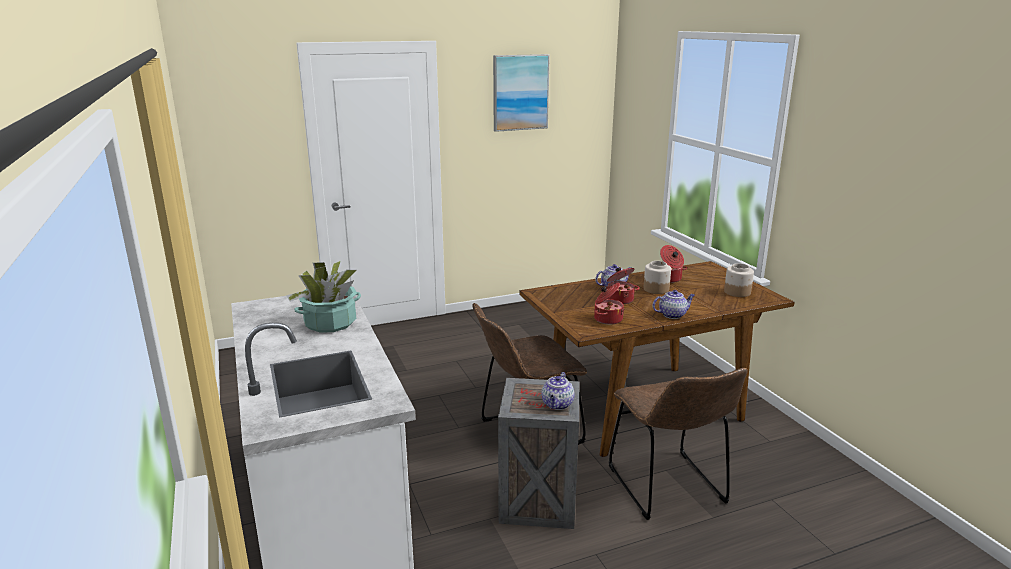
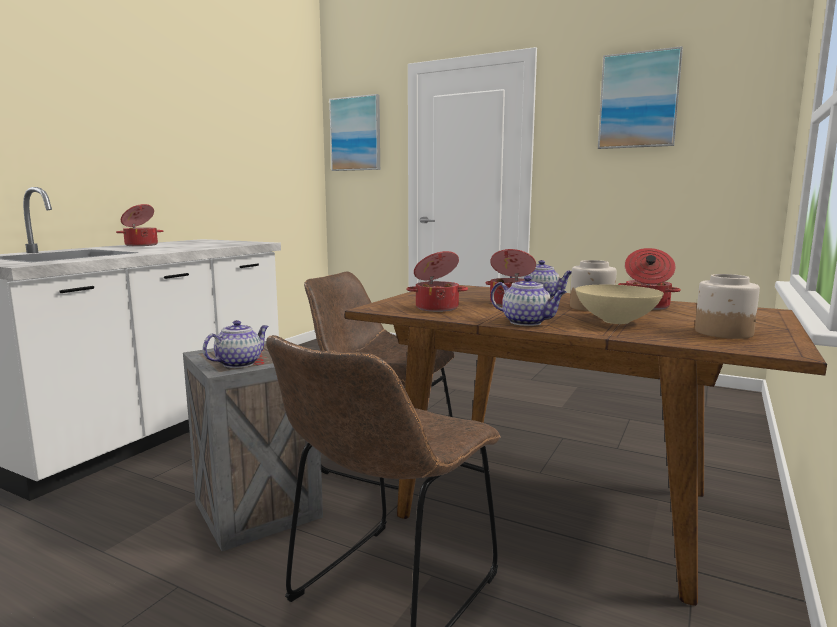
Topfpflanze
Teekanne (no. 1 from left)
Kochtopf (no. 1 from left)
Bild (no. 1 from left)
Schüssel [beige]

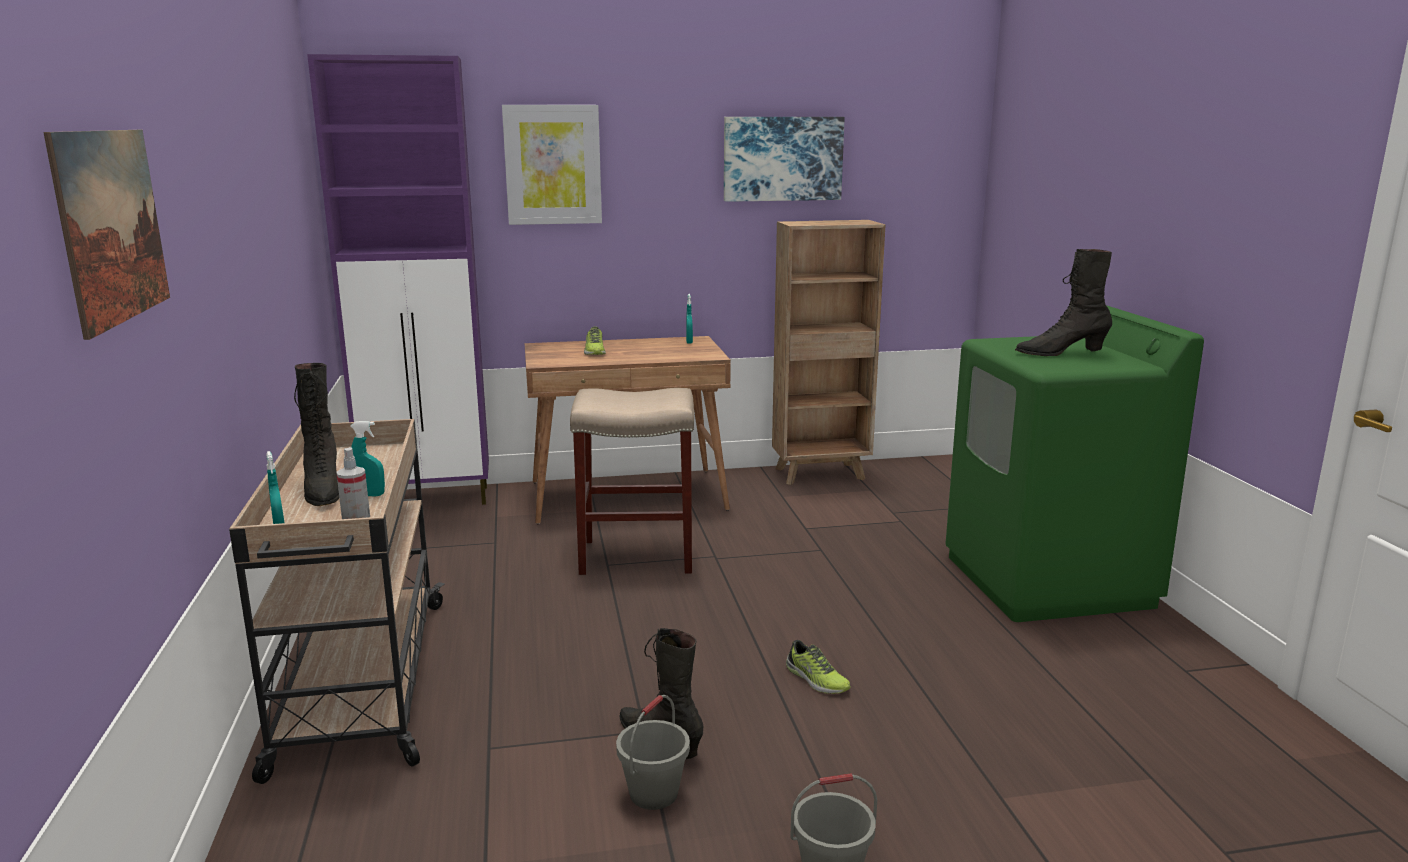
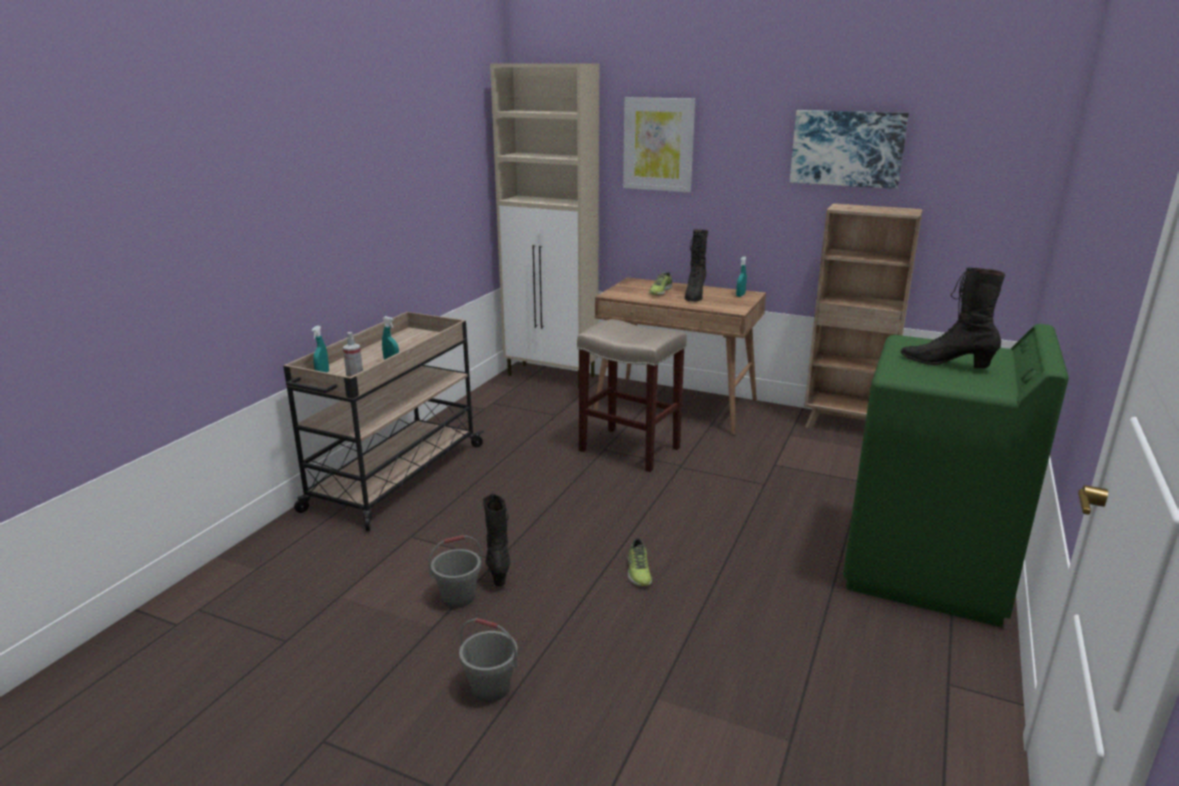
Bild (no. 1 from left in the first image)
Stiefel [schwarz] (no. 2 from left)
Schrank [beige]

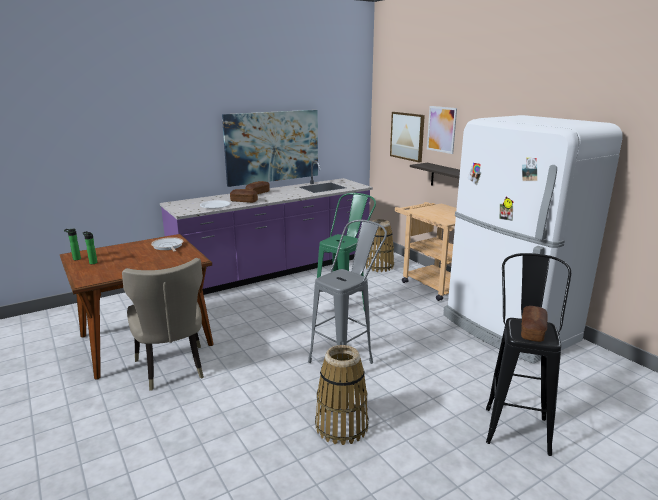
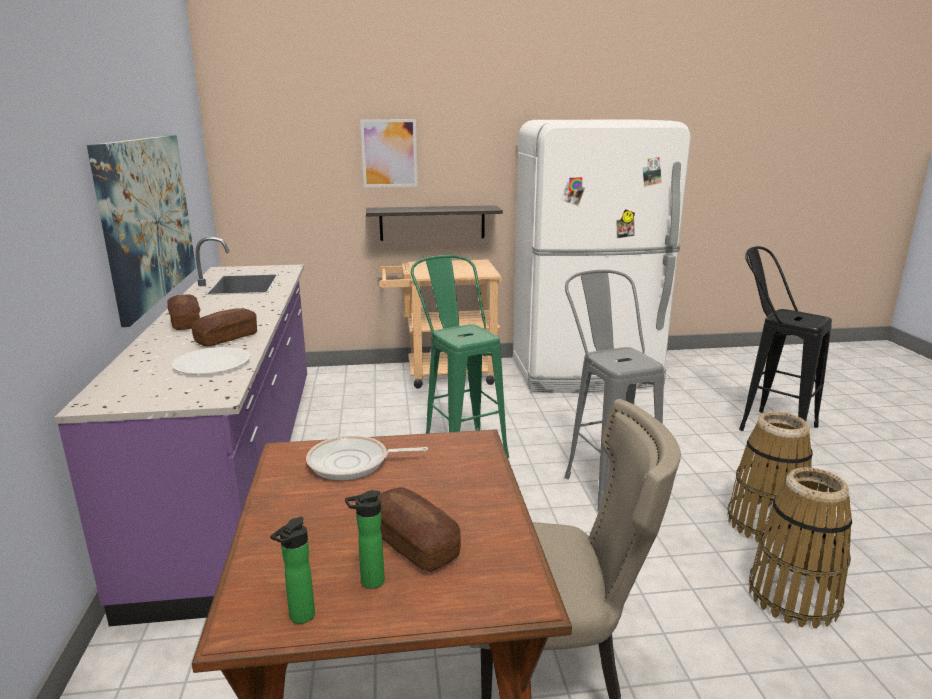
Korb (no. 2 from left)
Bild (no. 2 from left in the first image)
Brot (no. 3 from left)

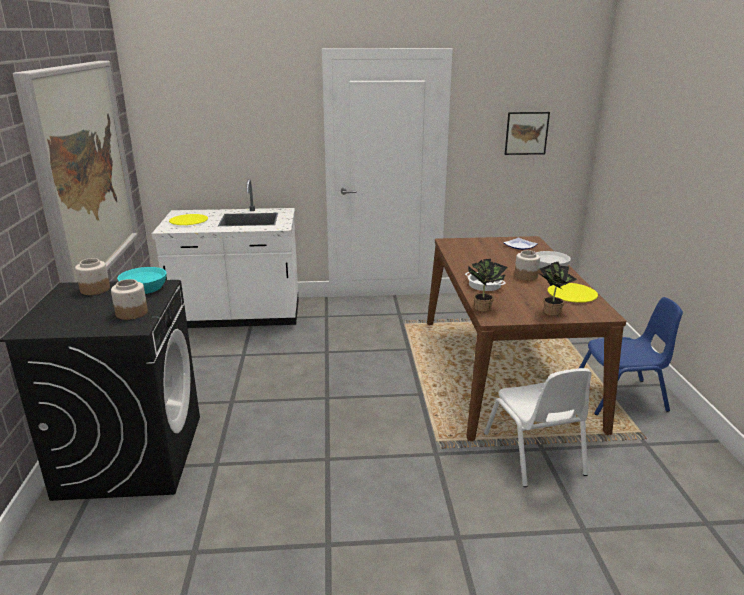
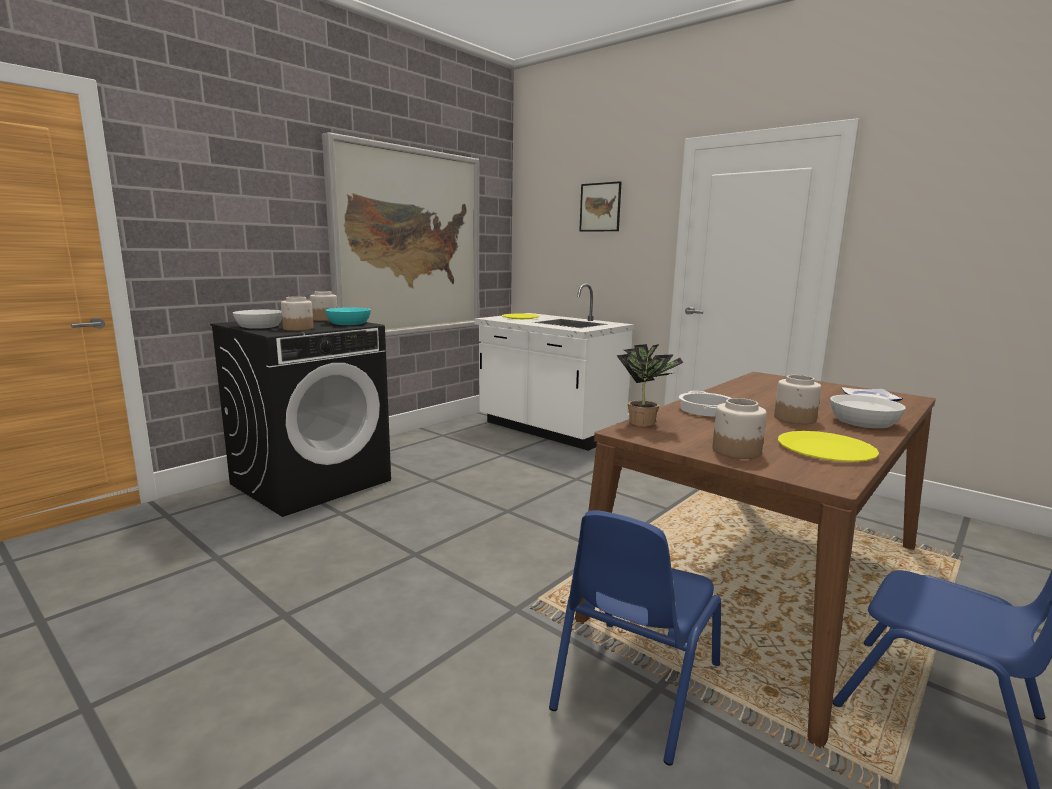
Stuhl [blau] (no. 1 from left)
Bild (no. 2 from left)
Vorratsglas (no. 3 from left)
Schüssel [weiß] (no. 1 from left)

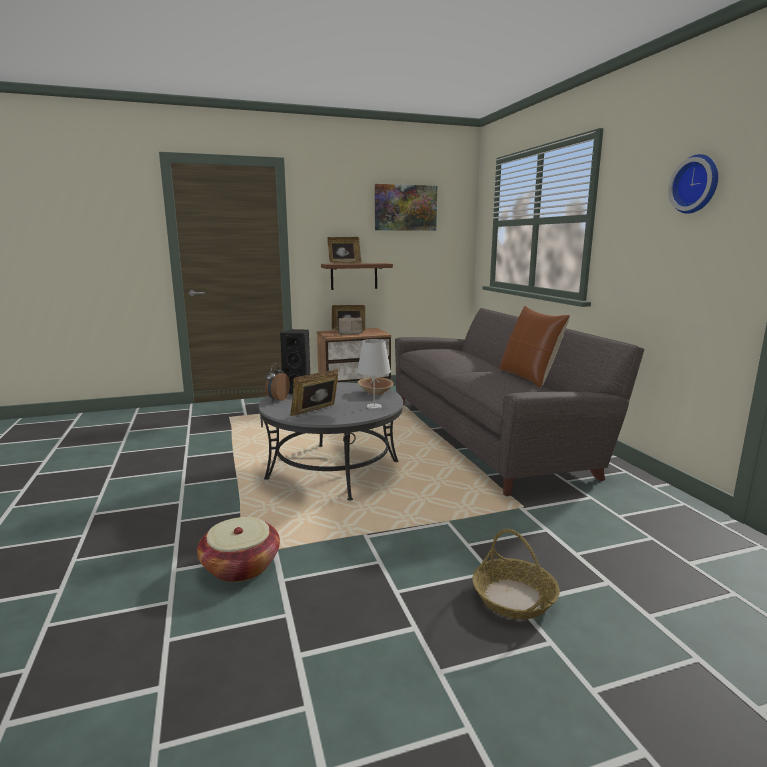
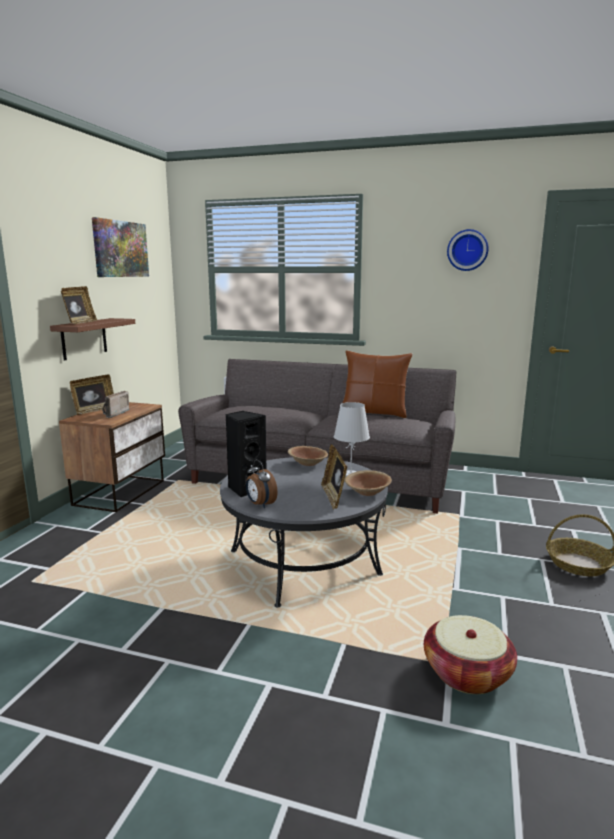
Schüssel [braun] (no. 2 from left)

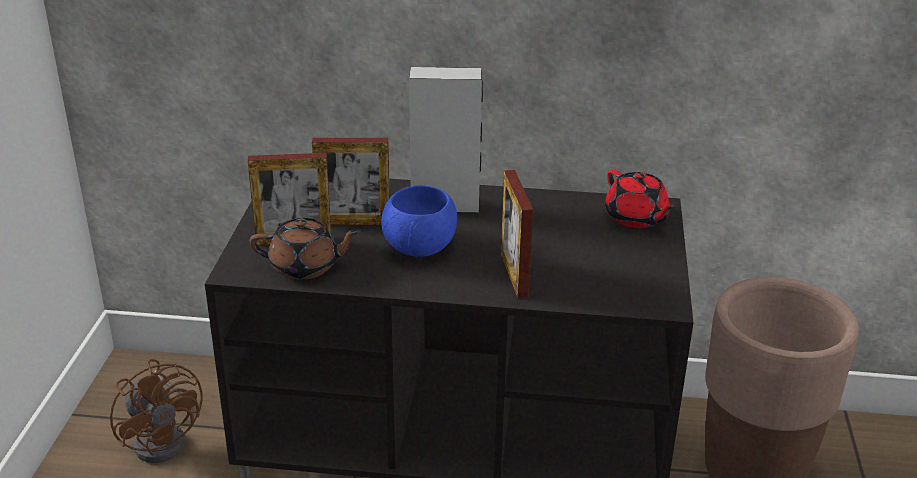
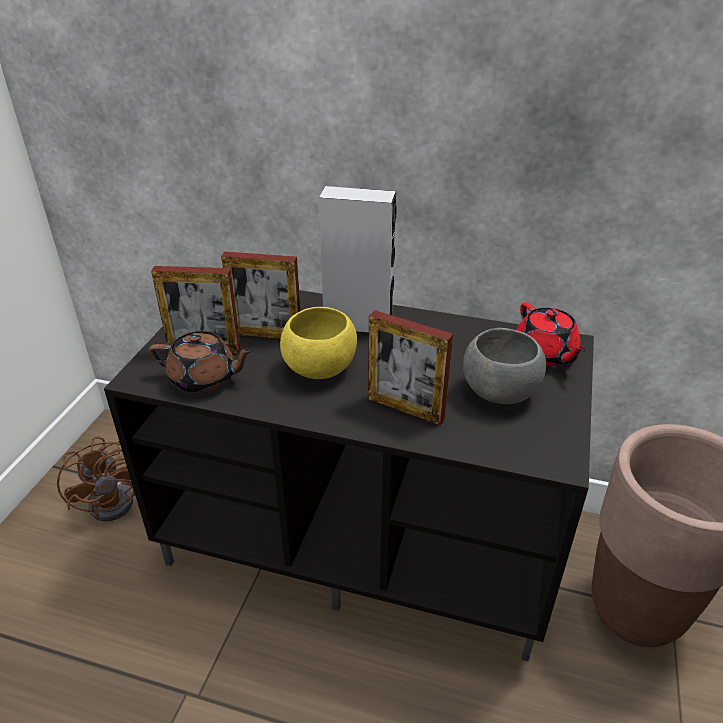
Schüssel [gelb]
Bilderrahmen (no. 3 from left)
Schüssel [grau]

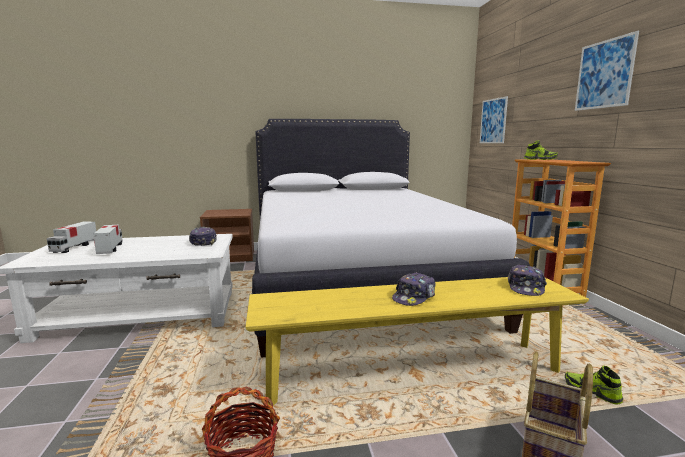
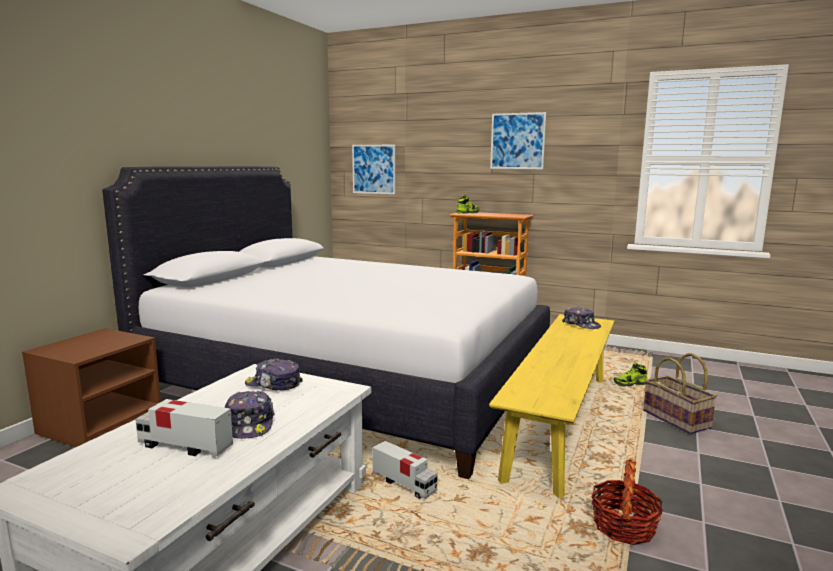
Spielzeuglaster (no. 2 from left)
Kappe (no. 1 from left)

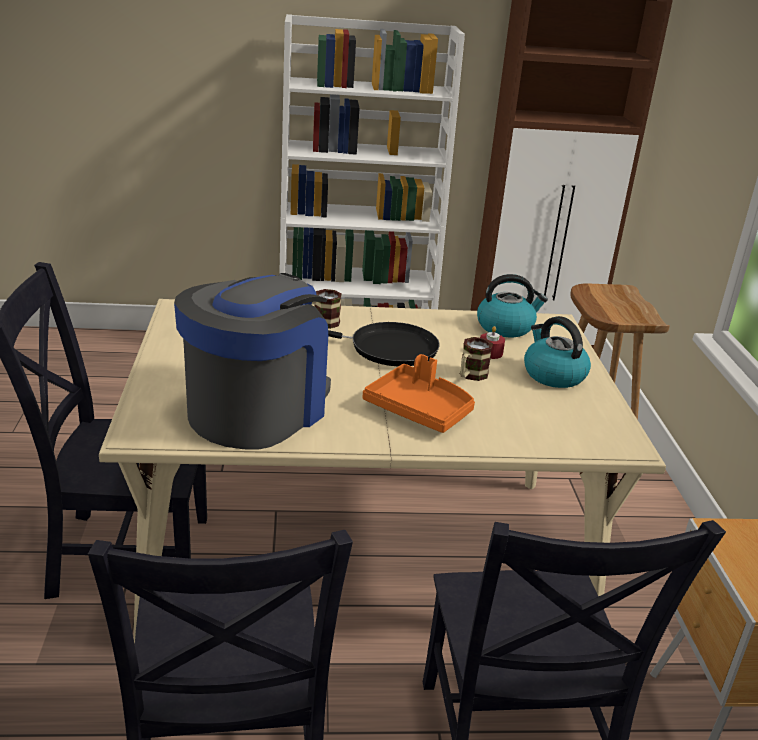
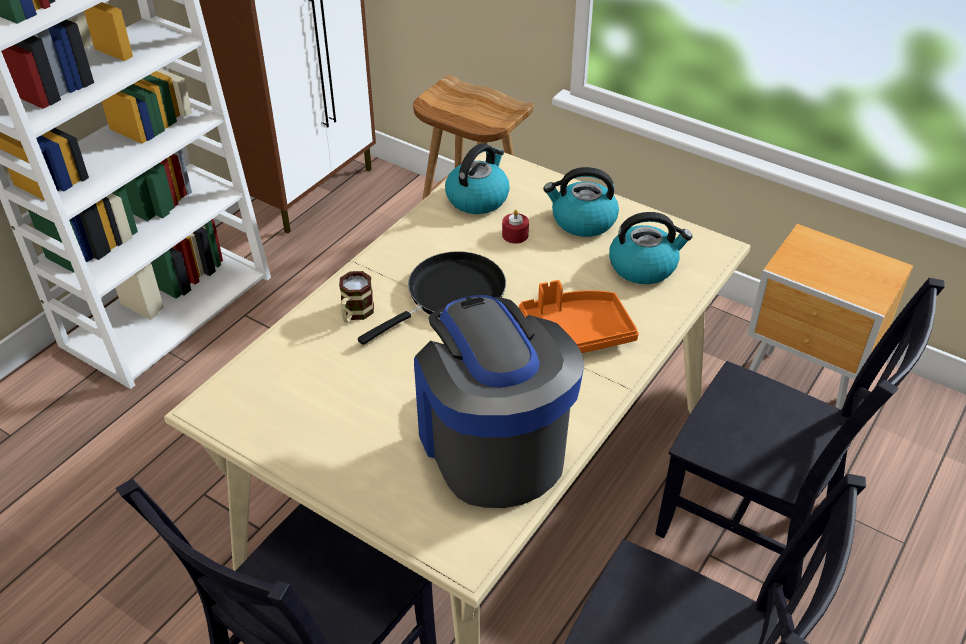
Henkelbecher (no. 2 from left in the first image)
Wasserkessel (no. 3 from left)

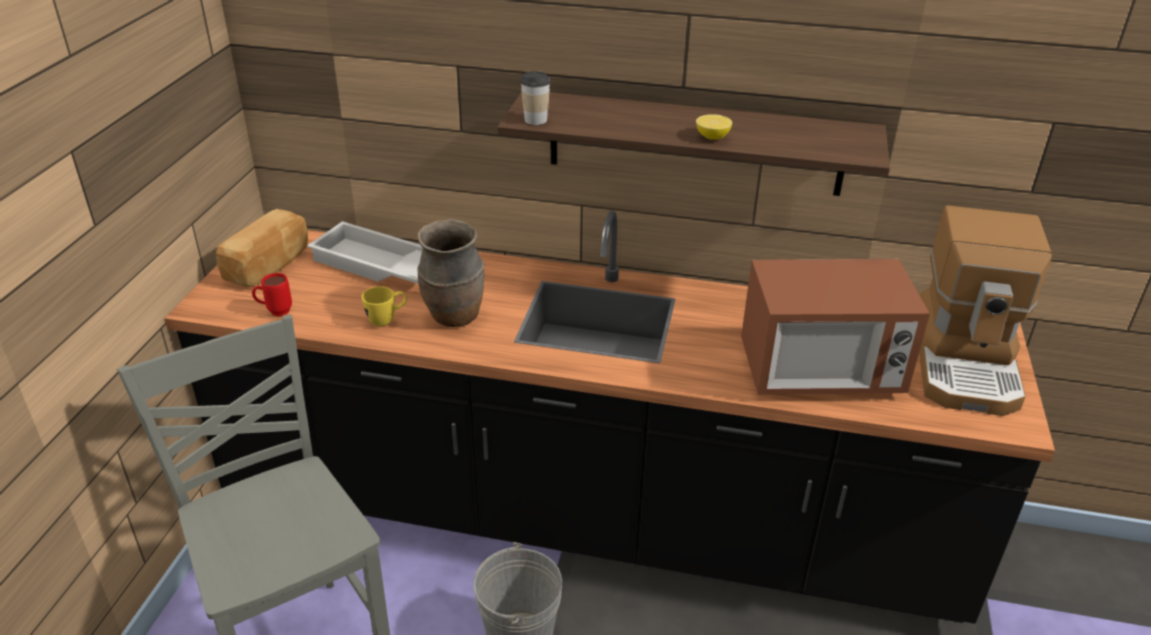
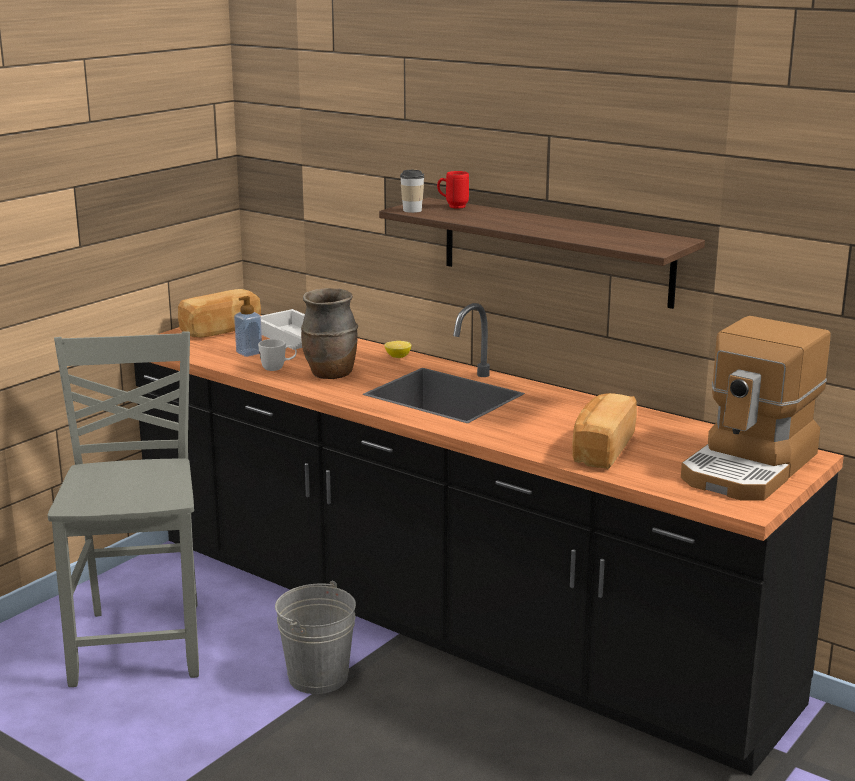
Henkelbecher [rot]
Henkelbecher [weiß]
Zitrone
Brot (no. 2 from left)
Seifenspender

